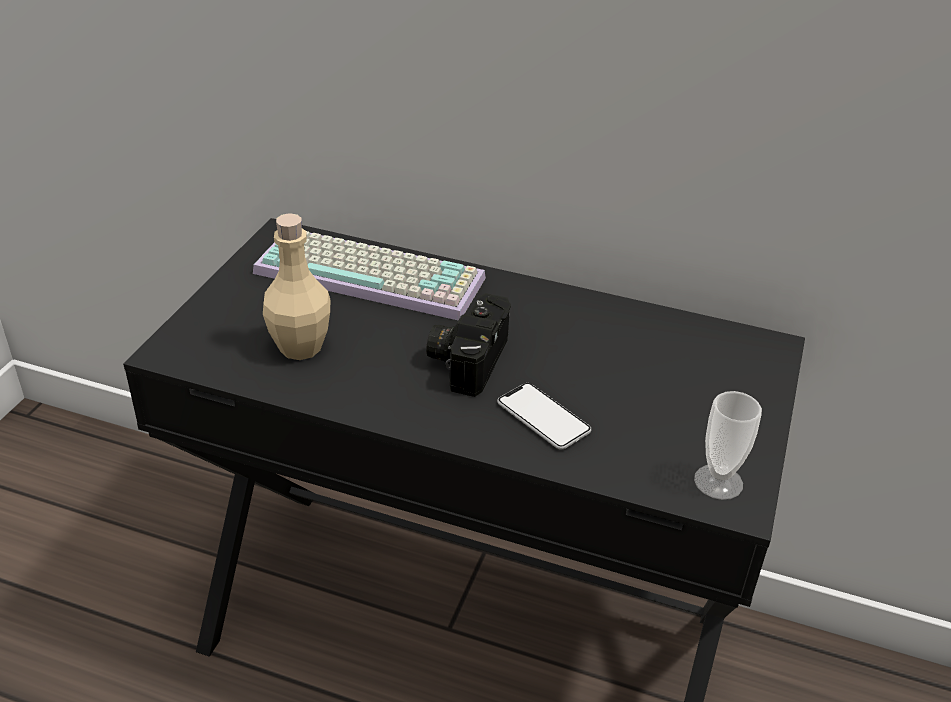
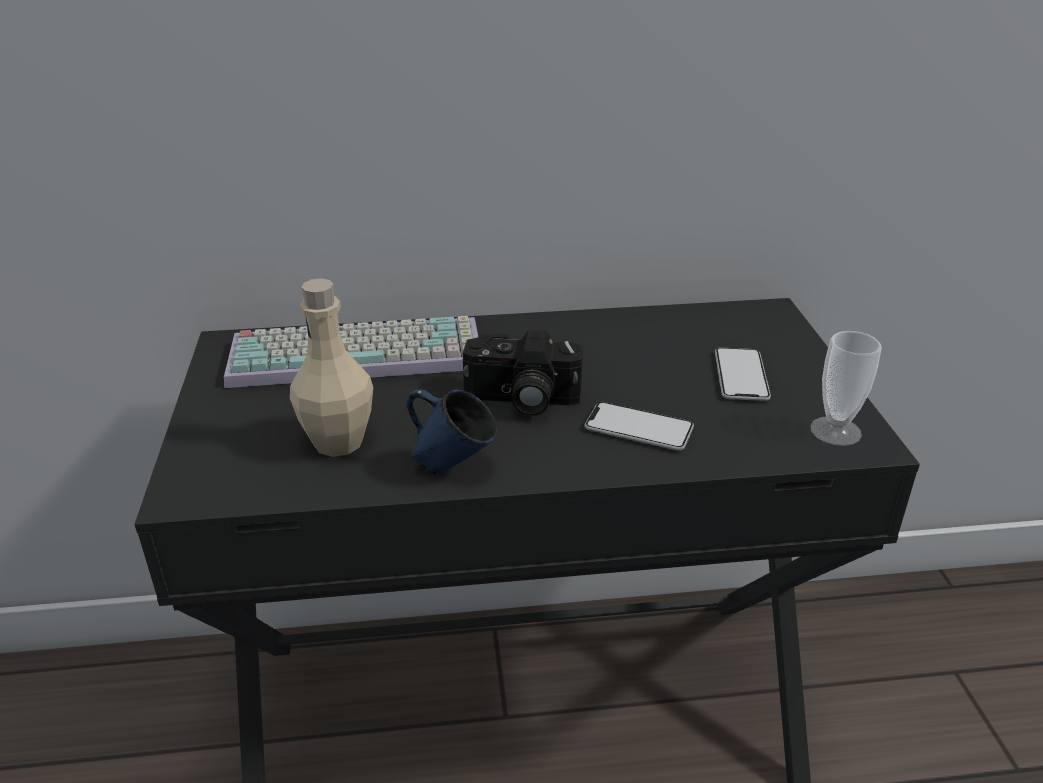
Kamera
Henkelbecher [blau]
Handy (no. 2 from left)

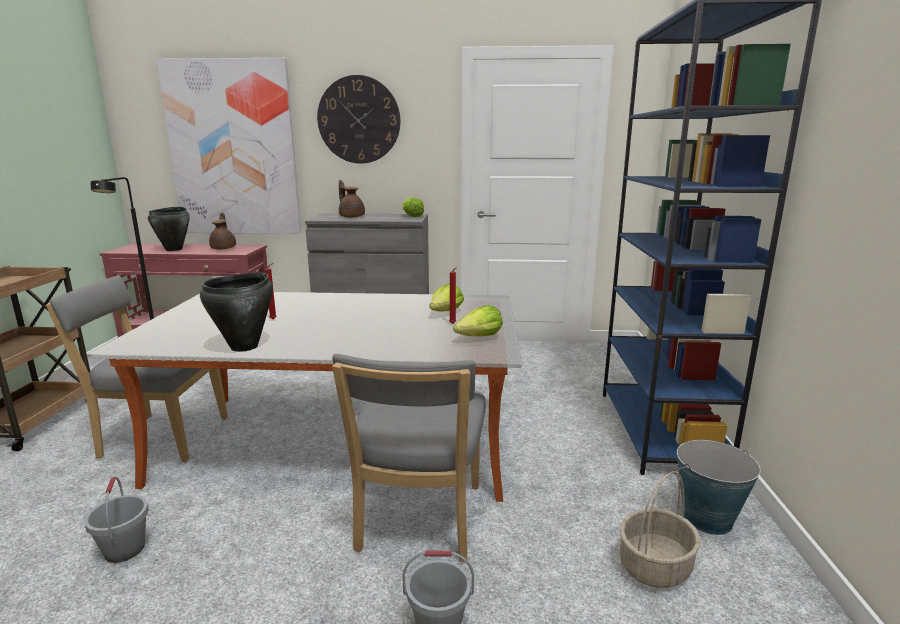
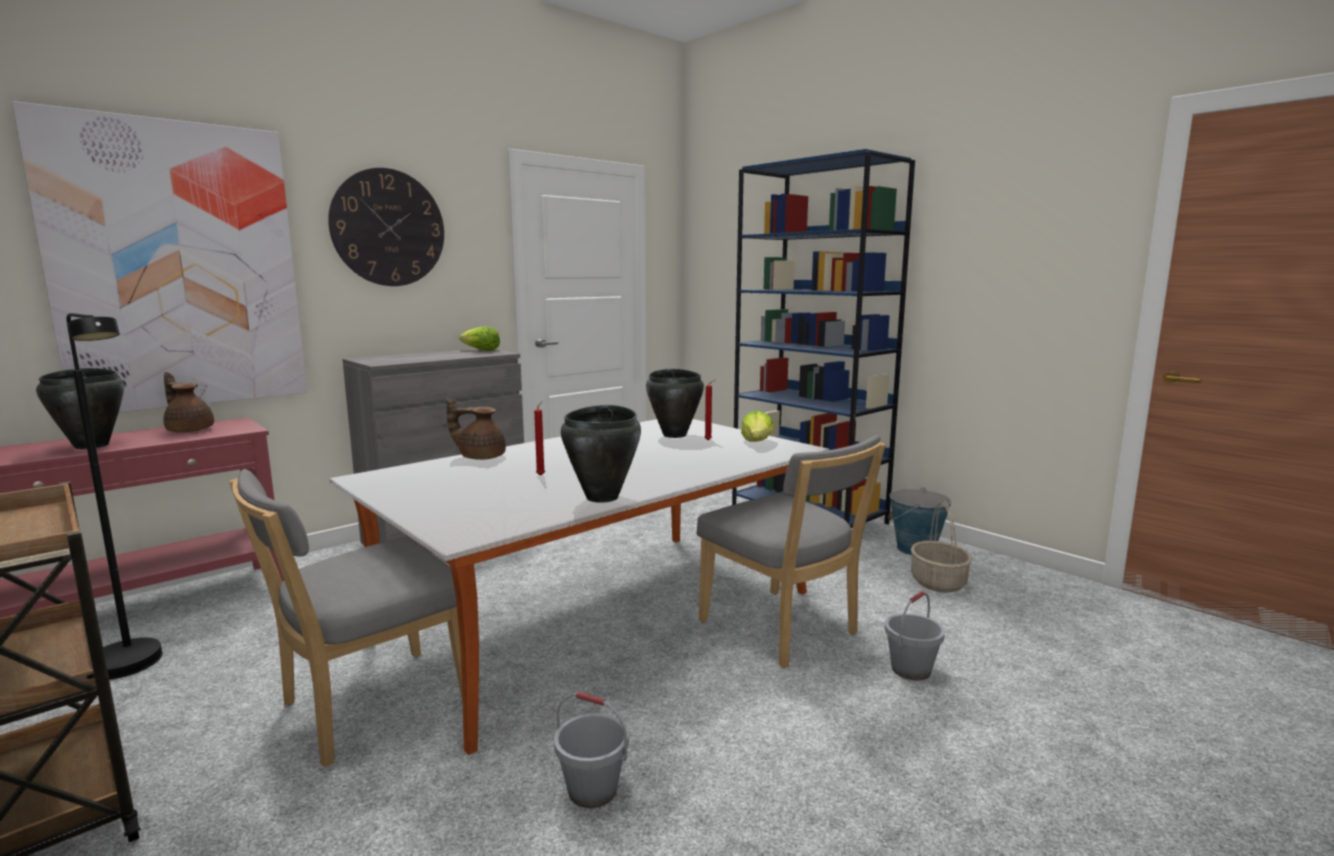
Teekanne [braun] (no. 2 from left)
Kochtopf [schwarz] (no. 3 from left)

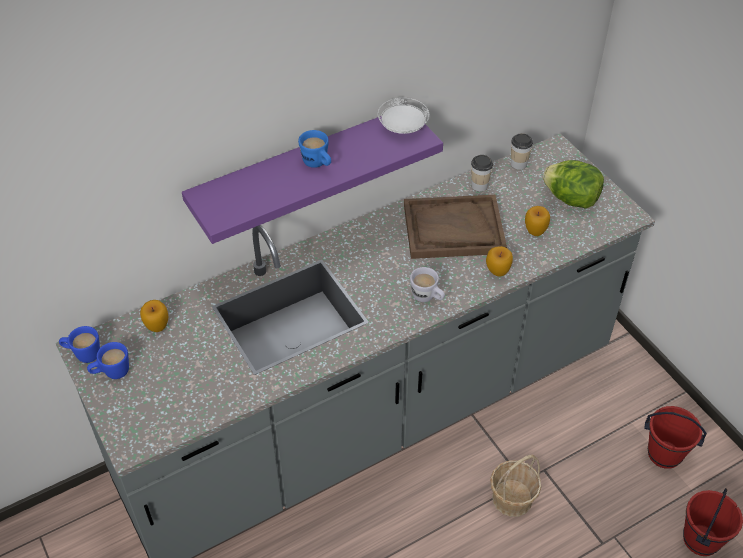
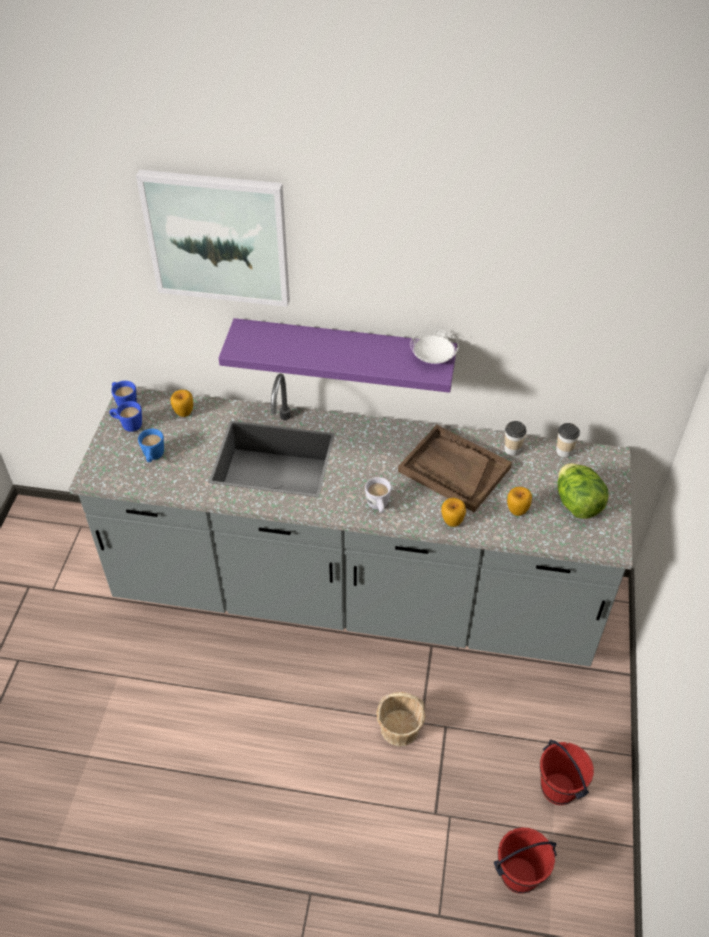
Henkelbecher [blau] (no. 3 from left)
Bild

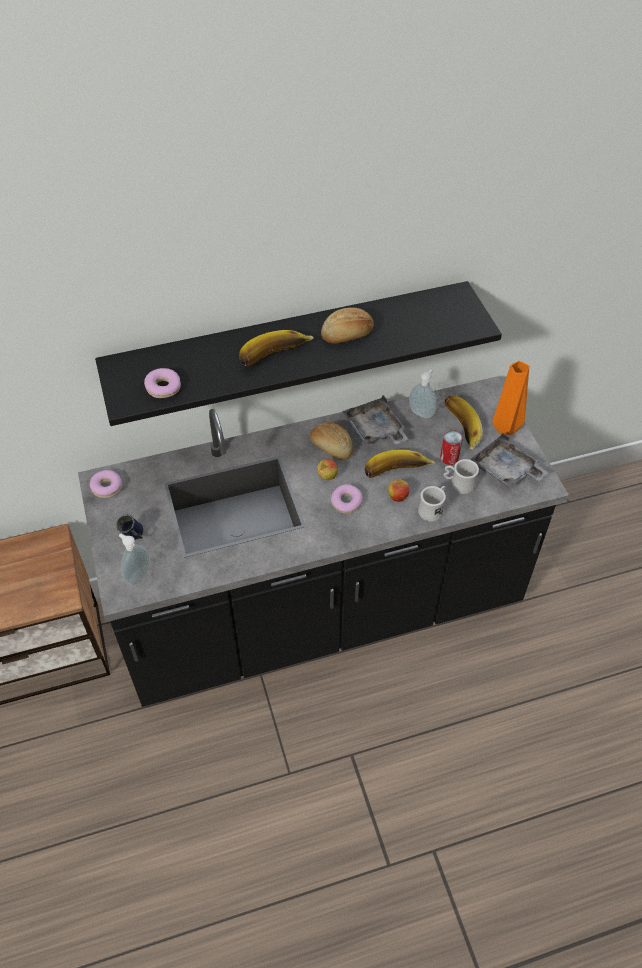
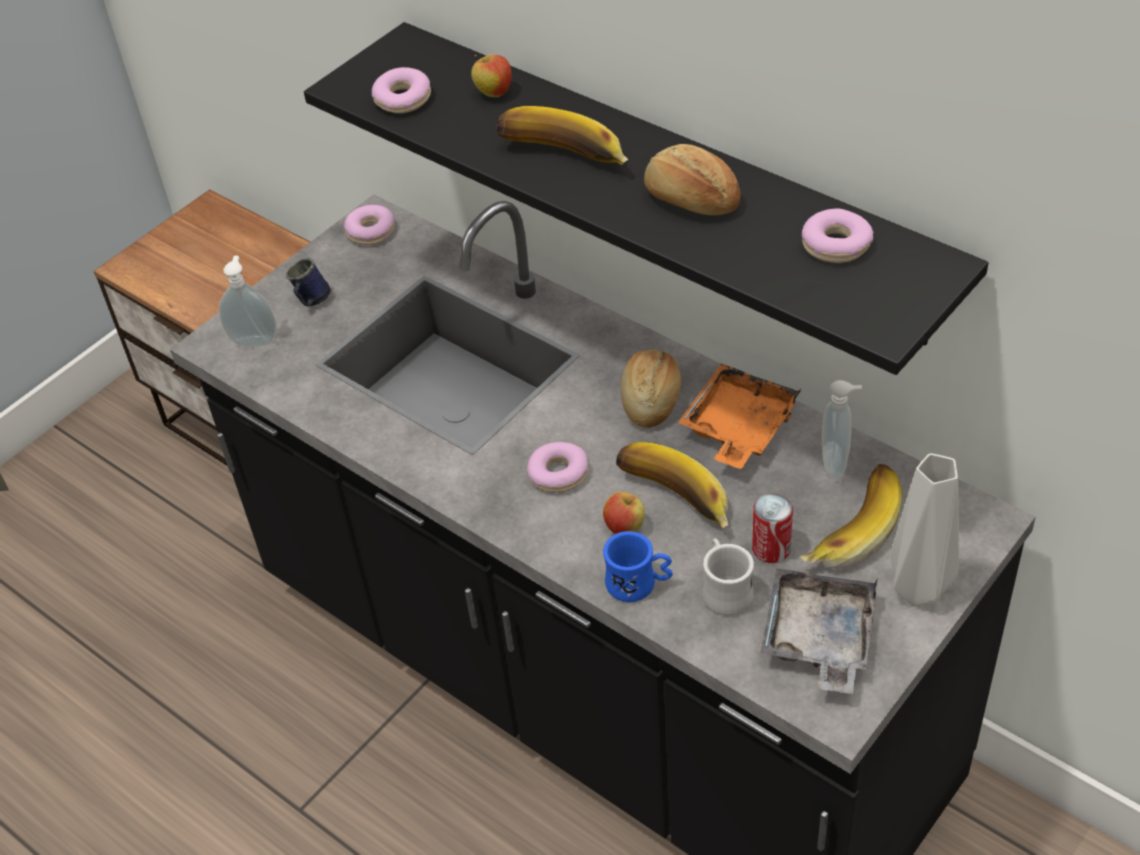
Apfel (no. 1 from left)
Tablett [orange]
Henkelbecher [blau] (no. 2 from left)
Vase [grau]
Donut (no. 4 from left)

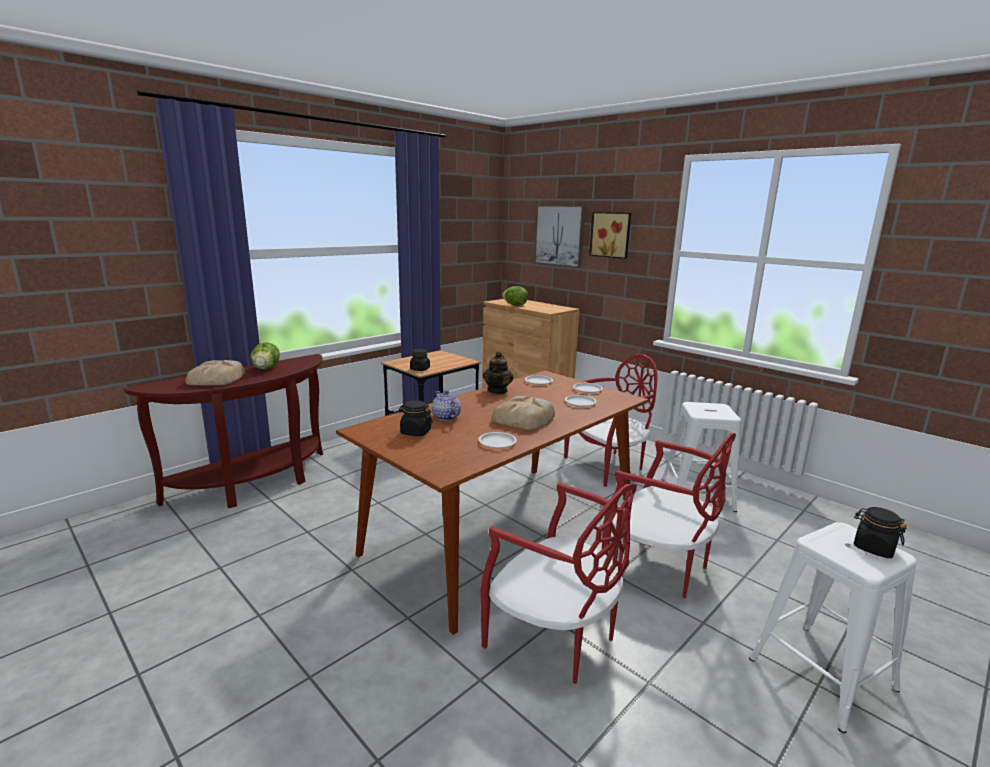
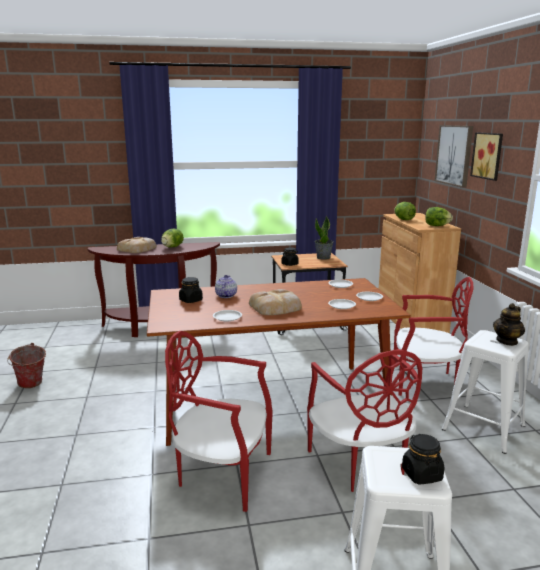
Stuhl [rot] (no. 1 from left)
Teekanne (no. 2 from left)
Eimer
Topfpflanze
Salatkopf (no. 3 from left)

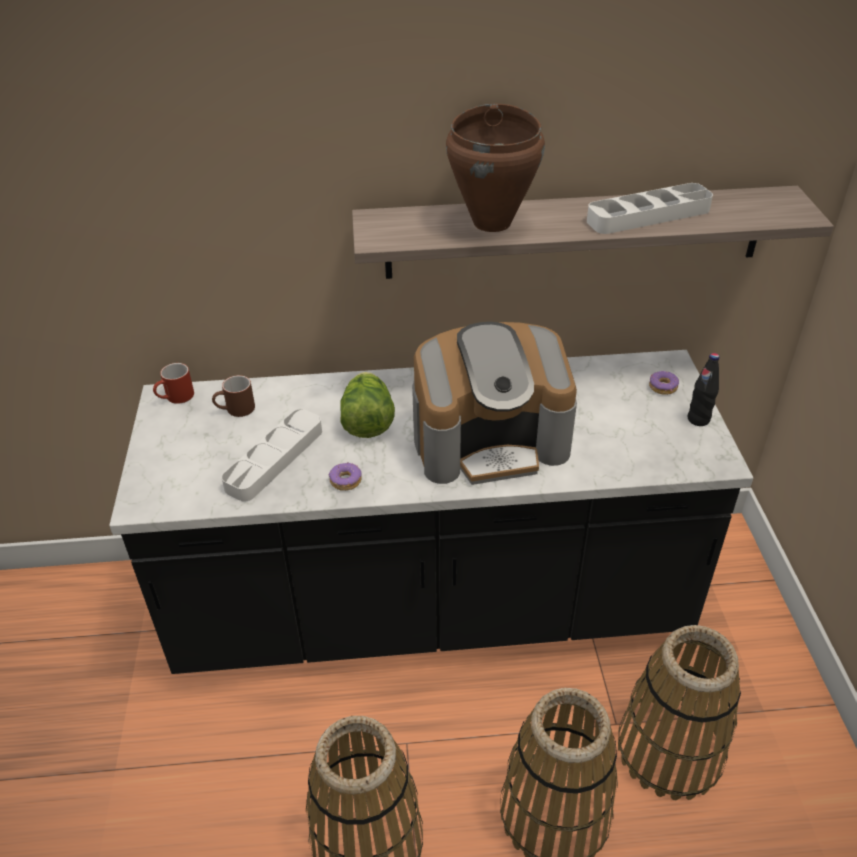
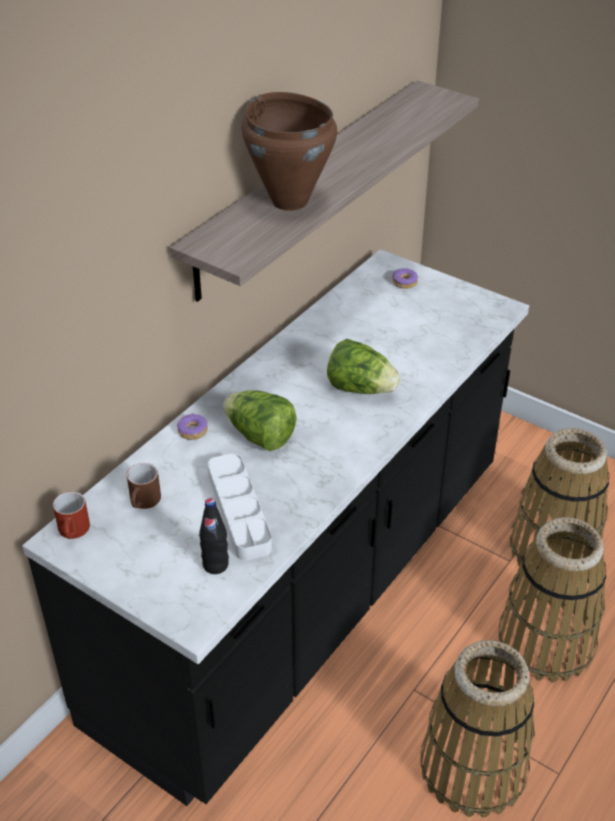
Donut (no. 1 from left)
Salatkopf (no. 2 from left)
Tablett [weiß] (no. 2 from left in the first image)
Flasche [schwarz]

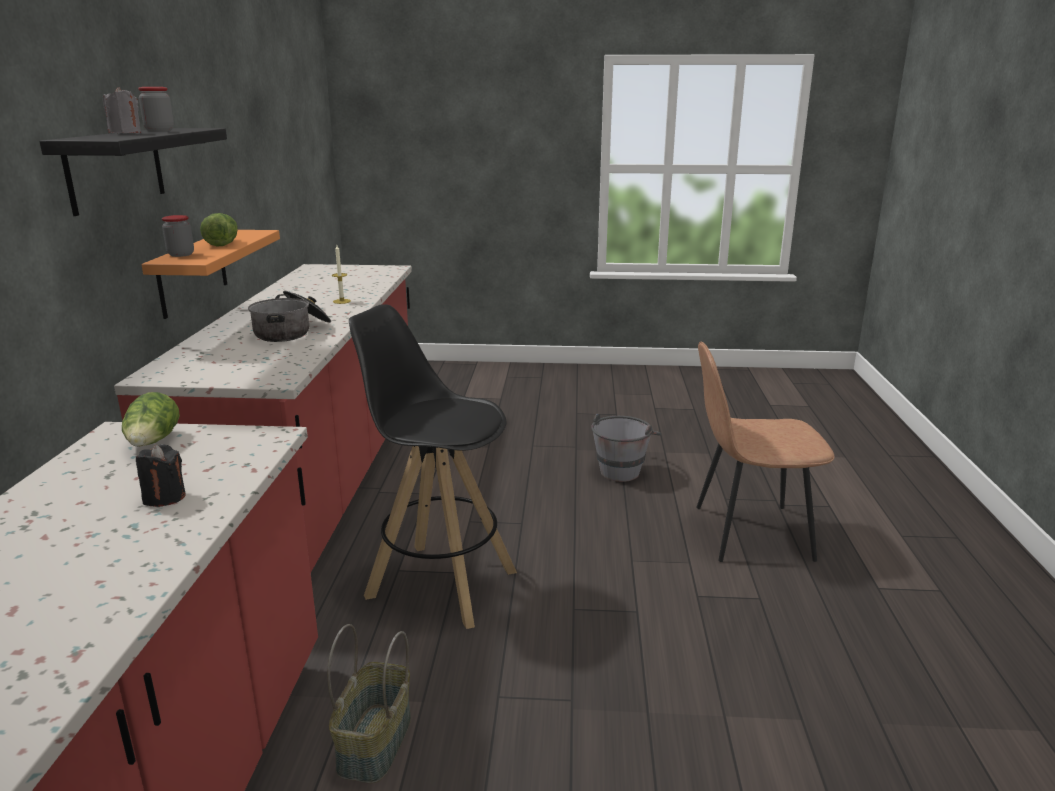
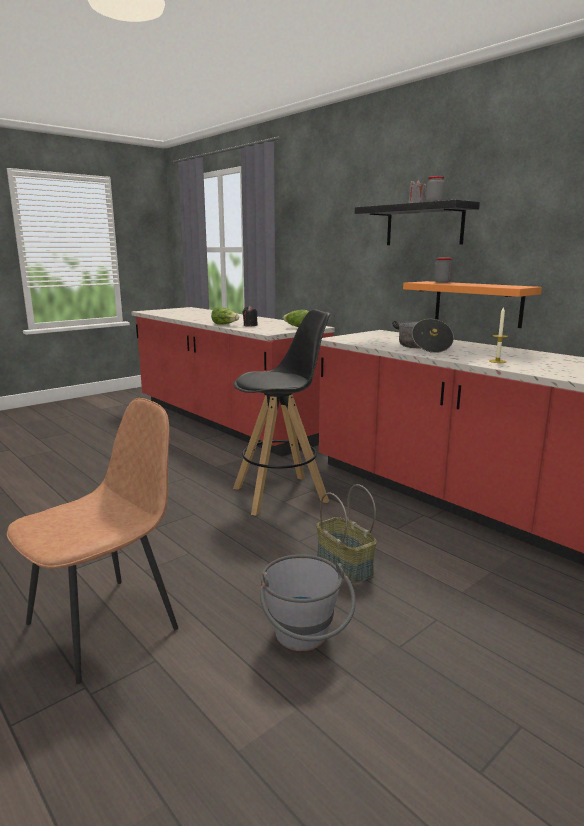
Salatkopf (no. 1 from left)
Korb

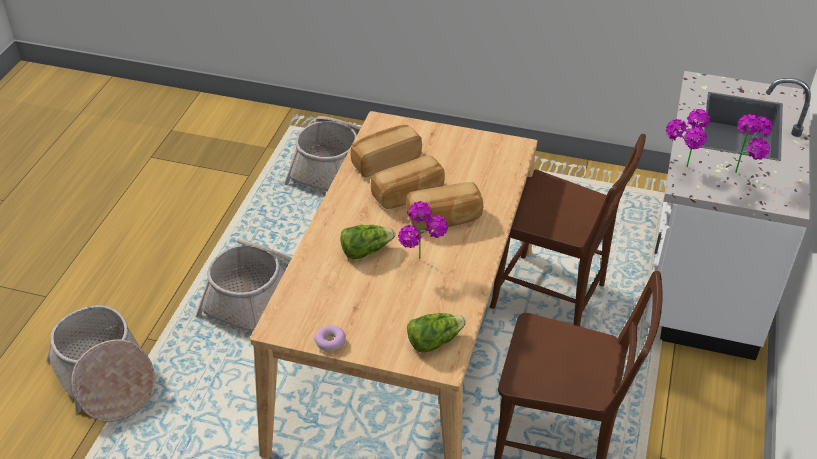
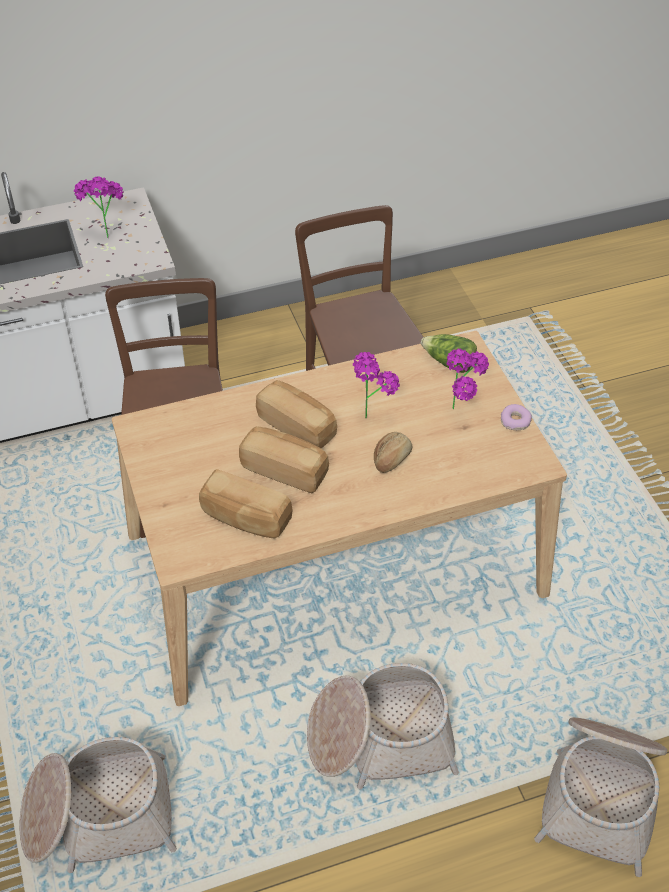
Brot (no. 4 from left)
Topfpflanze (no. 3 from left)

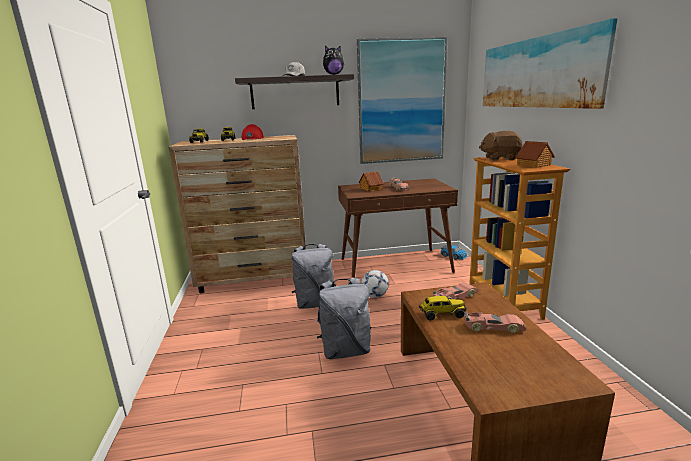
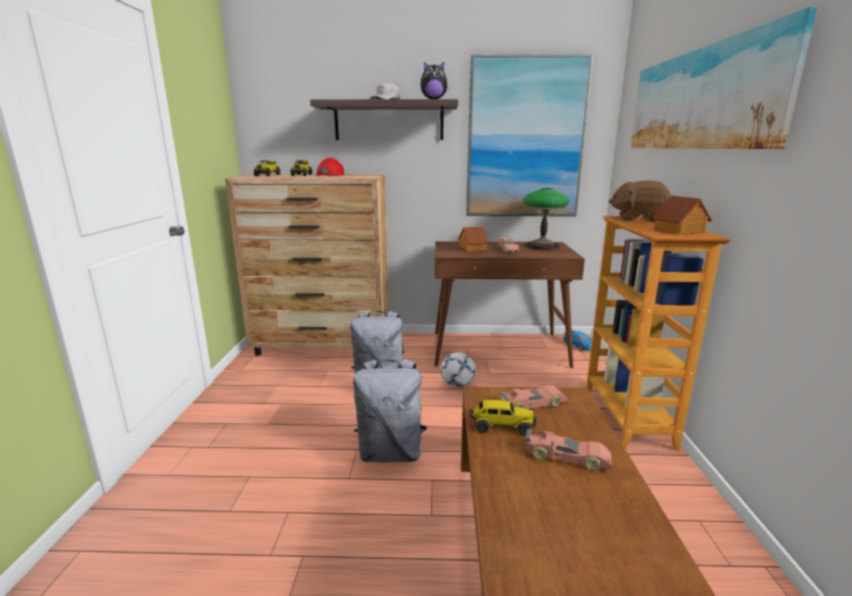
Tischlampe

